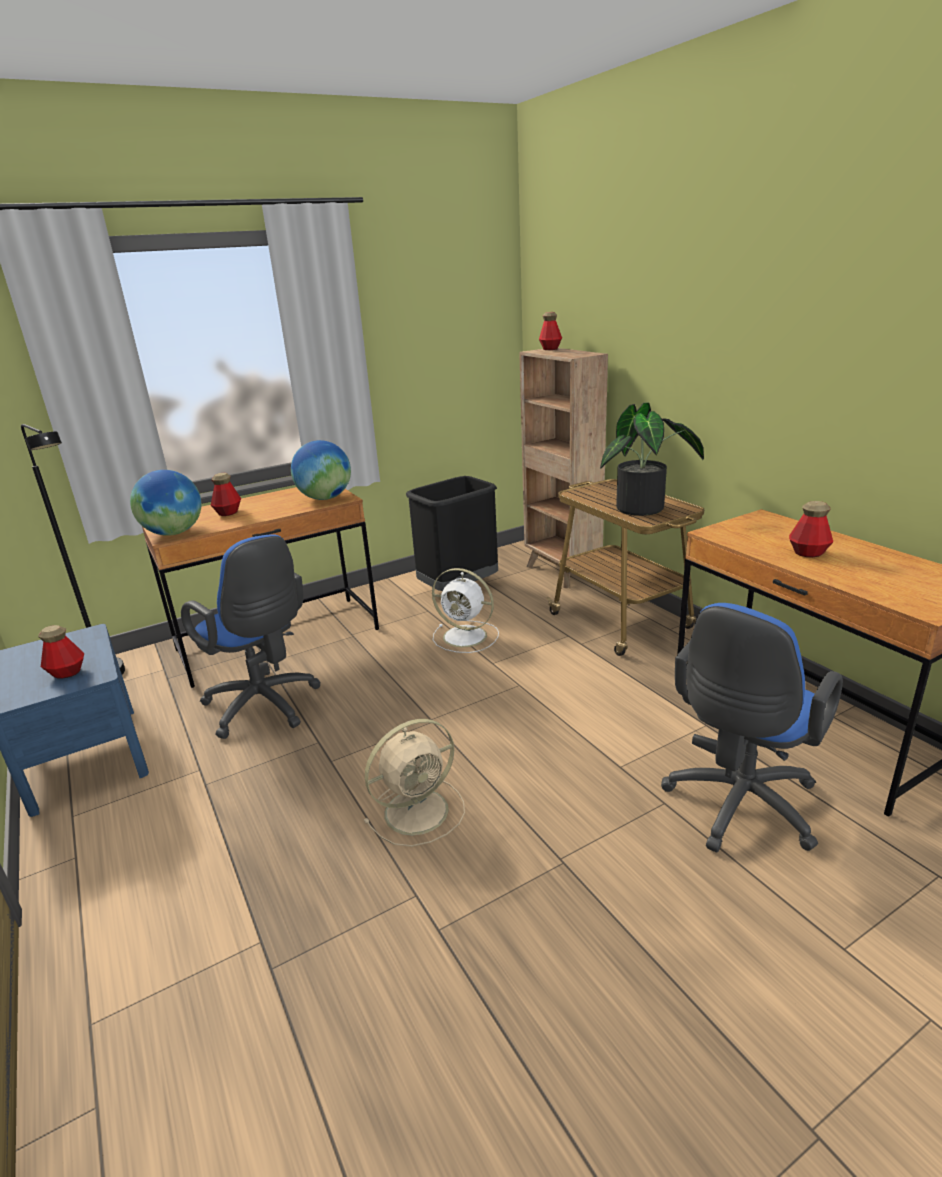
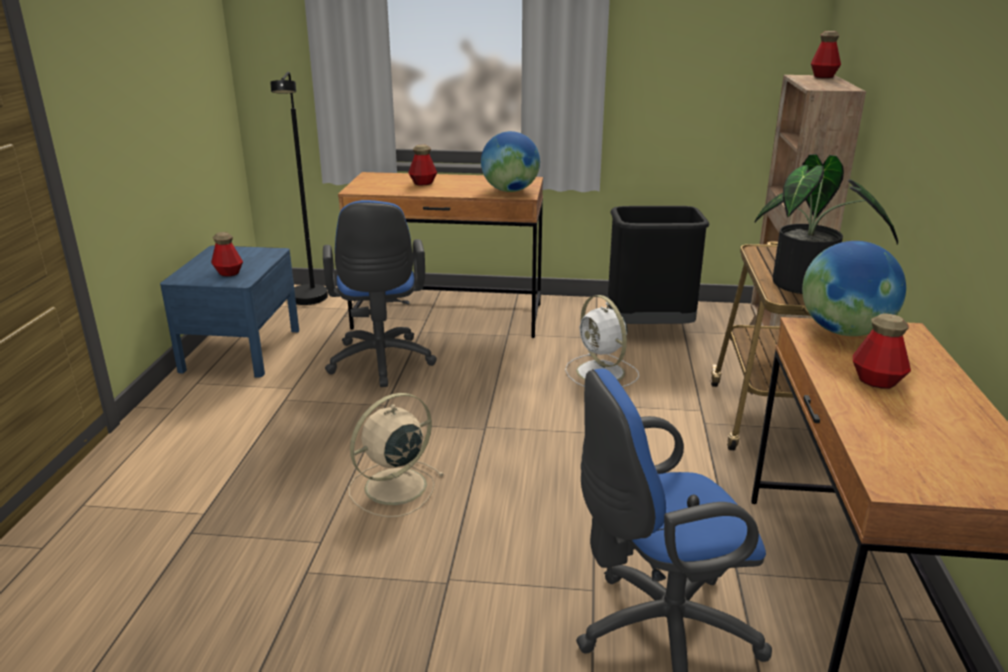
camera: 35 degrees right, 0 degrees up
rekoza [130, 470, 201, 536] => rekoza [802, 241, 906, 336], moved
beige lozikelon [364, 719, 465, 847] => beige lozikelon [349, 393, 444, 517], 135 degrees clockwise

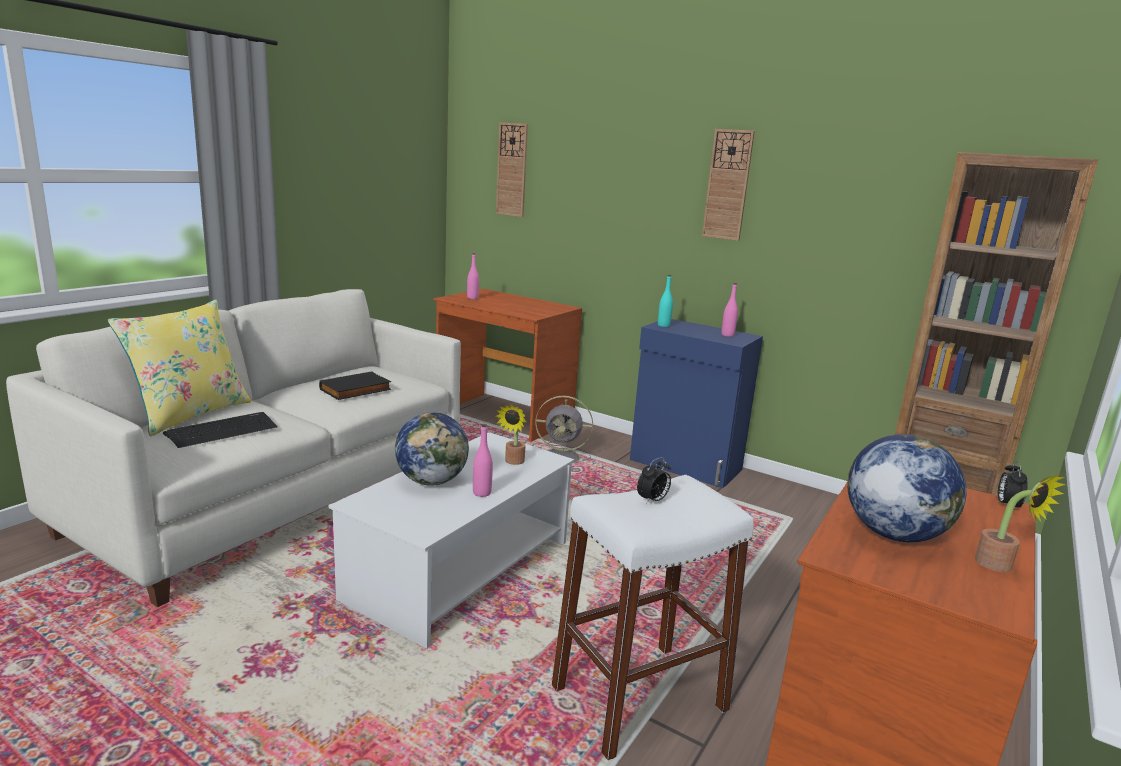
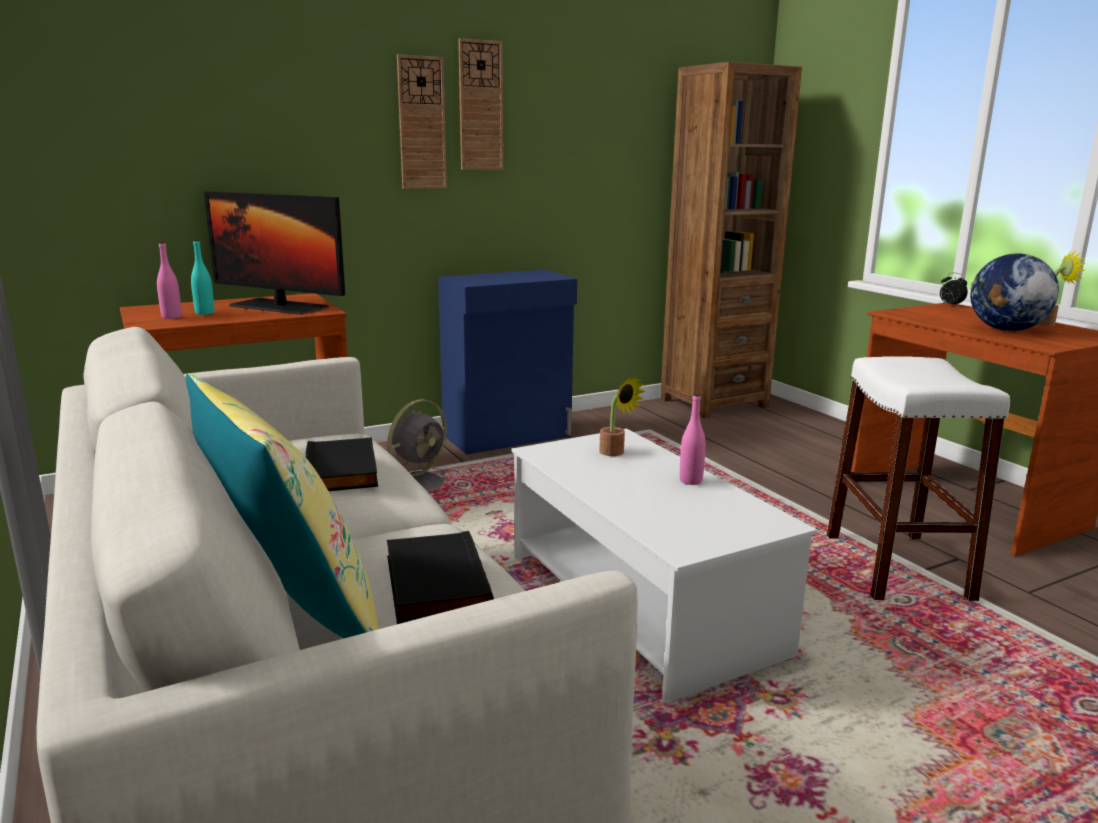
camera: 60 degrees left, 0 degrees up
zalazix [496, 123, 528, 217] => zalazix [397, 54, 447, 189], moved
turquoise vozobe [658, 275, 673, 327] => turquoise vozobe [191, 239, 214, 315], moved
pink vozobe [721, 283, 738, 337] => nothing
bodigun [163, 412, 277, 448] => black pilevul [387, 531, 494, 624]
rekoza [395, 412, 469, 486] => nothing
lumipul [637, 457, 671, 504] => nothing
nothing => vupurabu [204, 191, 345, 315]

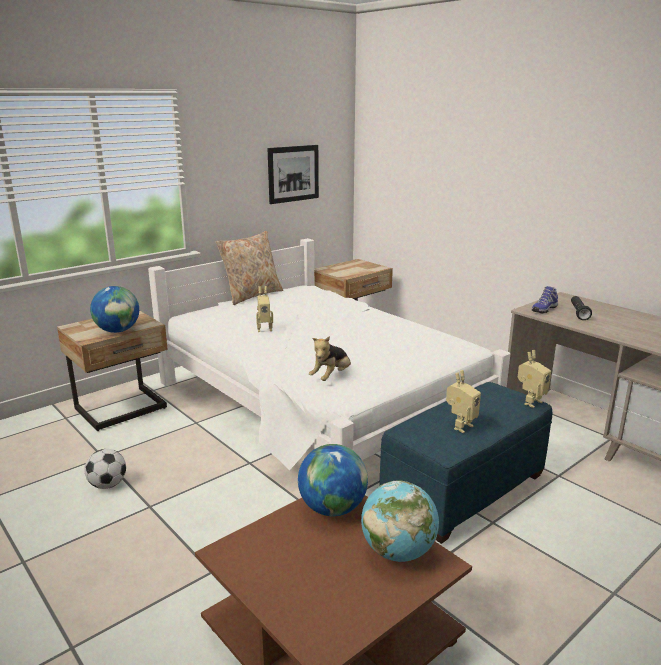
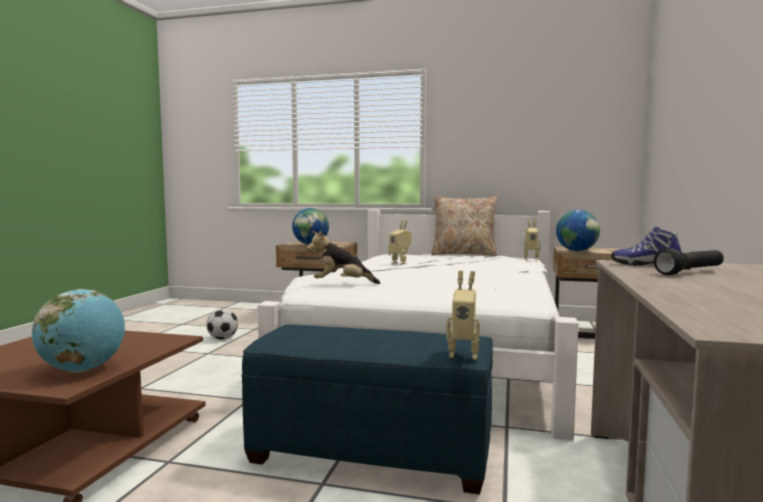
camera: 55 degrees right, 15 degrees down
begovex [267, 145, 319, 204] => nothing
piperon [446, 370, 481, 433] => piperon [524, 219, 540, 260], moved
rekoza [298, 444, 368, 516] => rekoza [556, 210, 600, 251], moved

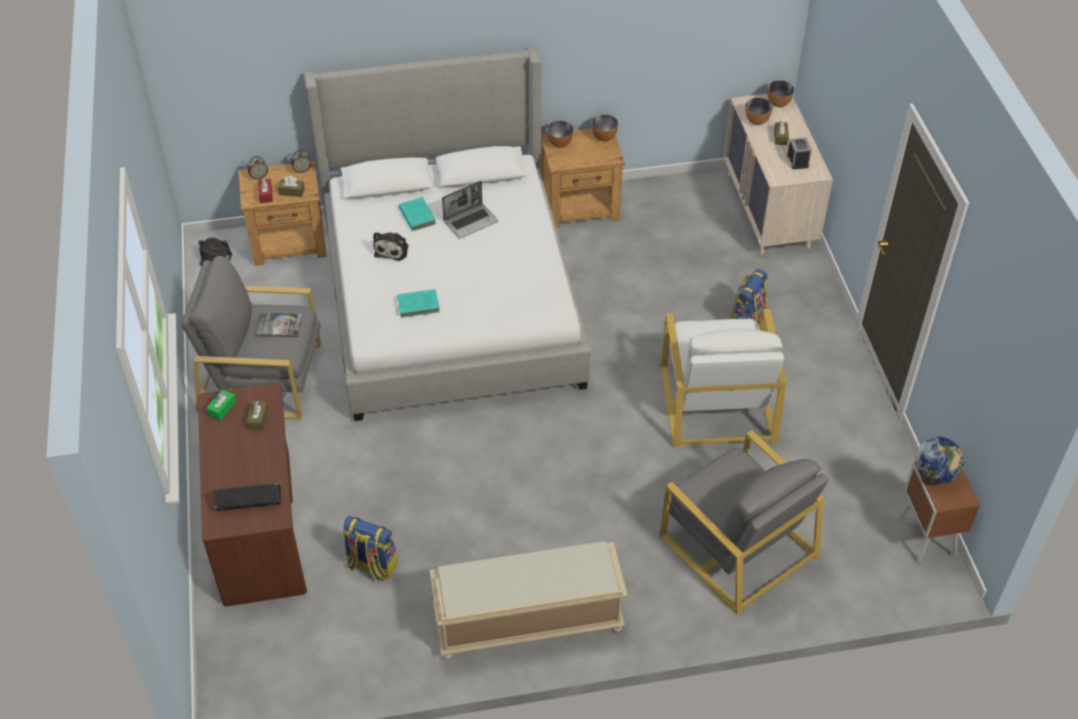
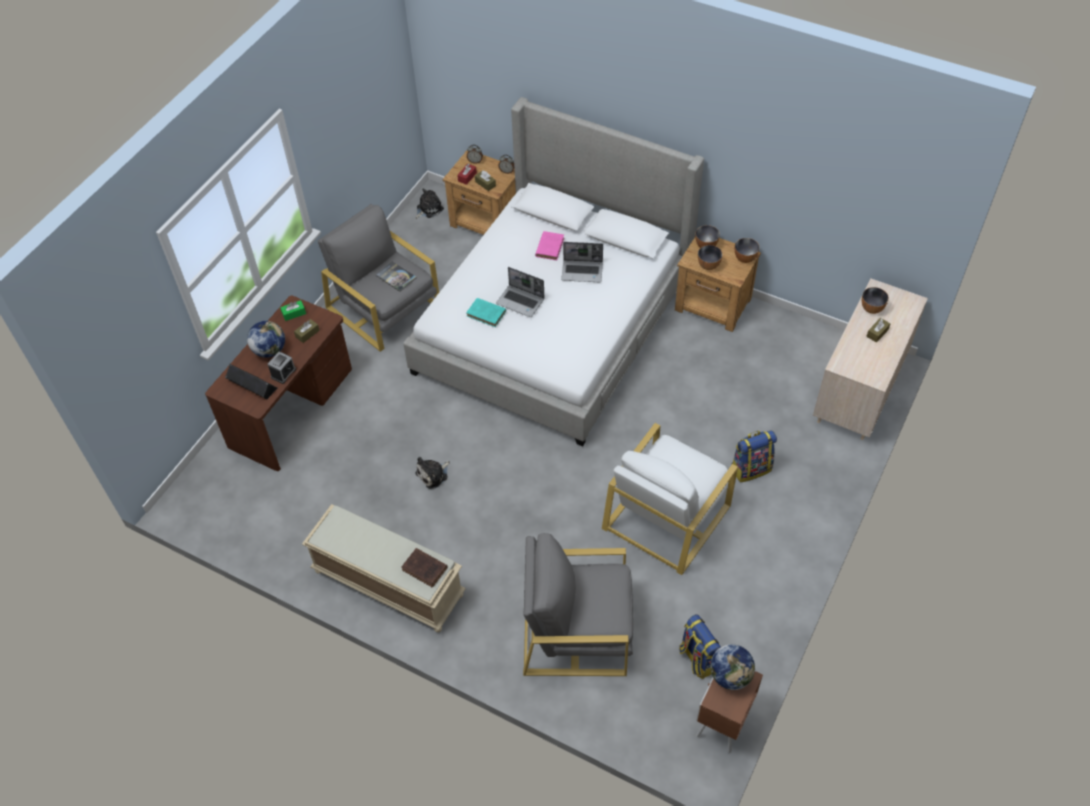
camera: 40 degrees right, 5 degrees up
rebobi [767, 80, 794, 107] => rebobi [698, 245, 723, 270], moved
lumipul [787, 138, 812, 169] => lumipul [268, 352, 296, 384], moved
turquoise pilevul [399, 197, 436, 231] => pink pilevul [535, 231, 564, 260]
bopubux [373, 232, 408, 261] => bopubux [415, 457, 450, 489], moved
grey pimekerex [660, 430, 829, 615] => grey pimekerex [523, 533, 633, 676], 90 degrees clockwise
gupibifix [343, 516, 398, 581] => gupibifix [679, 614, 721, 679], moved
nothing => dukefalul [496, 267, 544, 317]
nothing => rekoza [247, 321, 285, 358]
nothing => brown pilevul [401, 548, 448, 588]

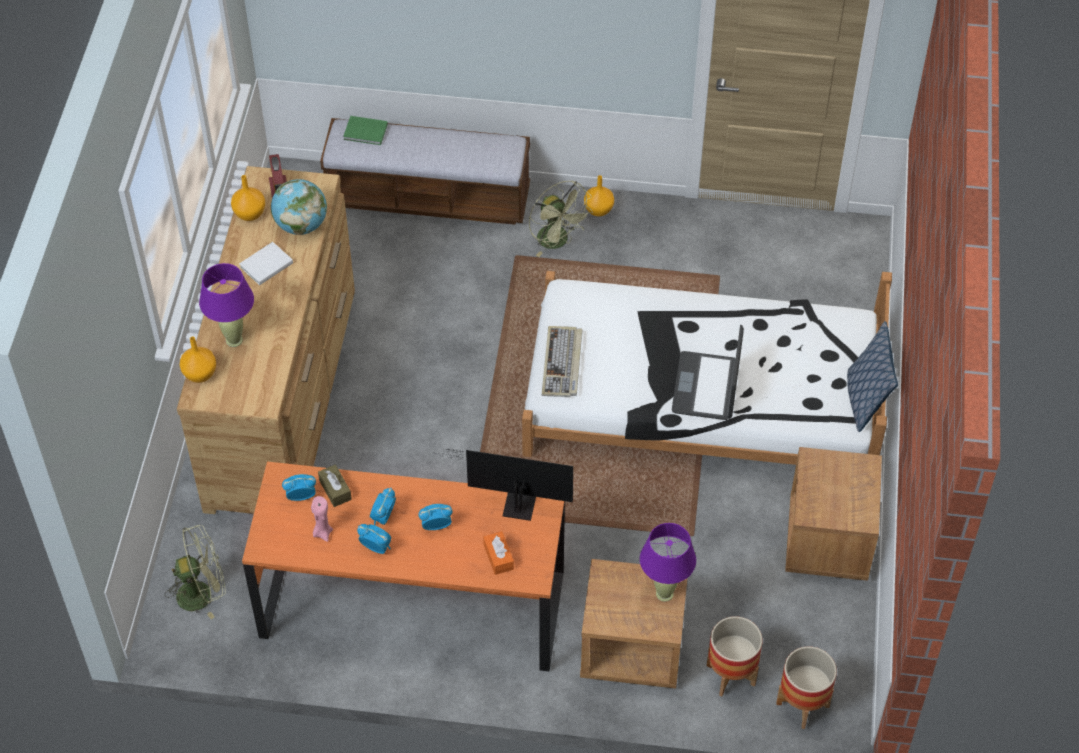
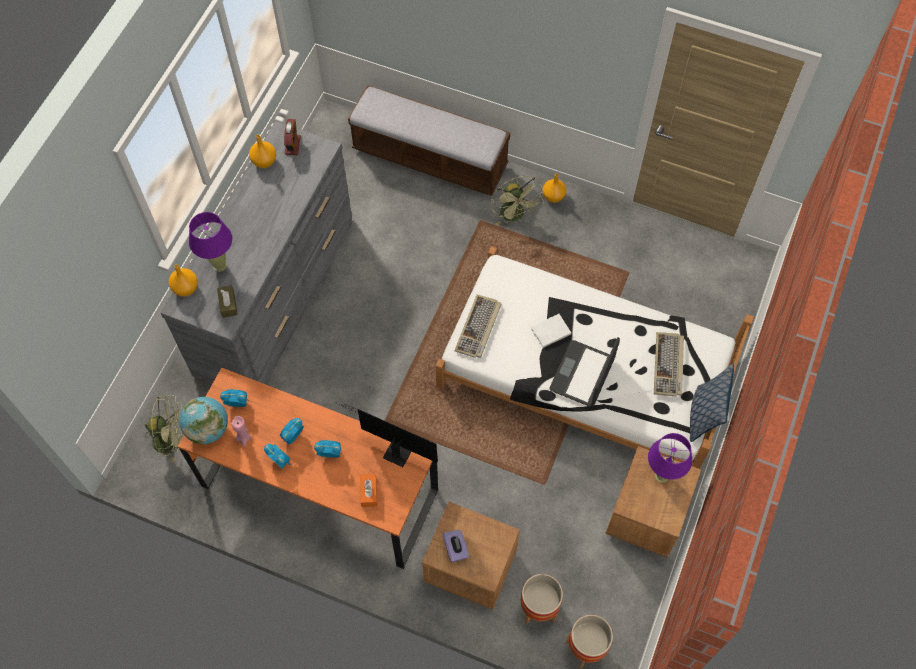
camera: 15 degrees right, 10 degrees up
green pilevul [343, 116, 388, 145] => nothing
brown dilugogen [177, 166, 355, 514] => grey dilugogen [161, 121, 352, 384]
rekoza [271, 179, 327, 235] => rekoza [179, 397, 228, 444], moved
white pilevul [239, 242, 293, 285] => white pilevul [531, 314, 571, 348], moved
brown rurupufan [318, 465, 352, 507] => brown rurupufan [217, 285, 238, 318], moved
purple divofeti [640, 523, 696, 602] => purple divofeti [648, 433, 692, 483], moved
nothing => bodigun [654, 332, 684, 396]
nothing => purple rurupufan [443, 530, 469, 563]

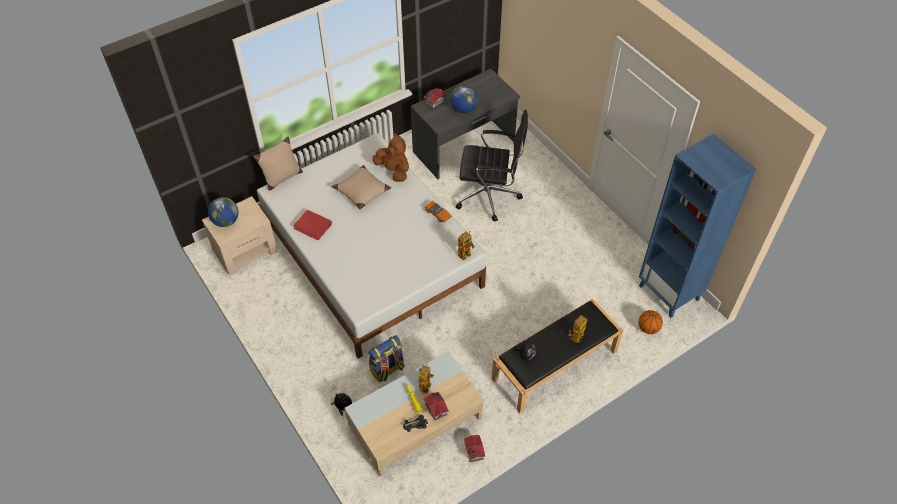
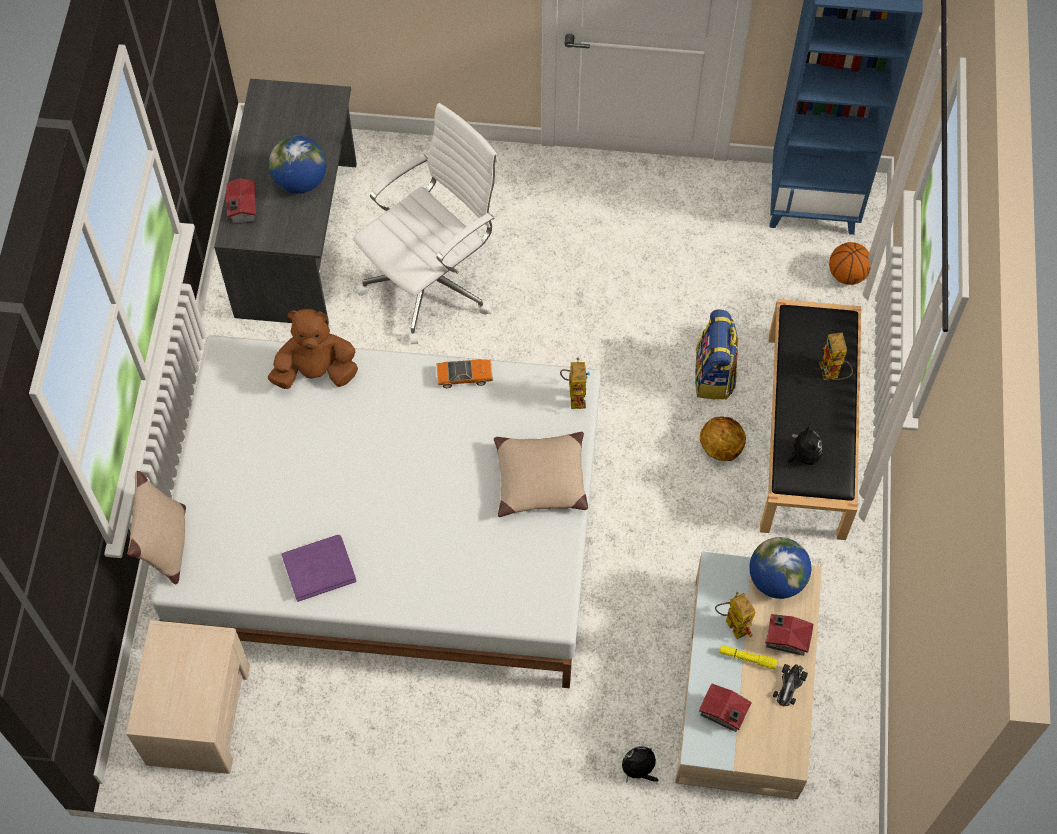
camera: 50 degrees left, 10 degrees up
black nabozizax [456, 110, 528, 222] => white nabozizax [354, 103, 498, 344]
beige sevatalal [332, 165, 391, 209] => beige sevatalal [494, 432, 588, 517], moved
rekoza [208, 197, 239, 227] => rekoza [749, 537, 811, 599], moved
red pilevul [293, 210, 332, 240] => purple pilevul [282, 535, 357, 602]
gupibifix [368, 335, 404, 382] => gupibifix [695, 310, 738, 399], moved
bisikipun [464, 435, 485, 462] => bisikipun [699, 684, 752, 732], moved
nothing => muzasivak [700, 417, 746, 461]

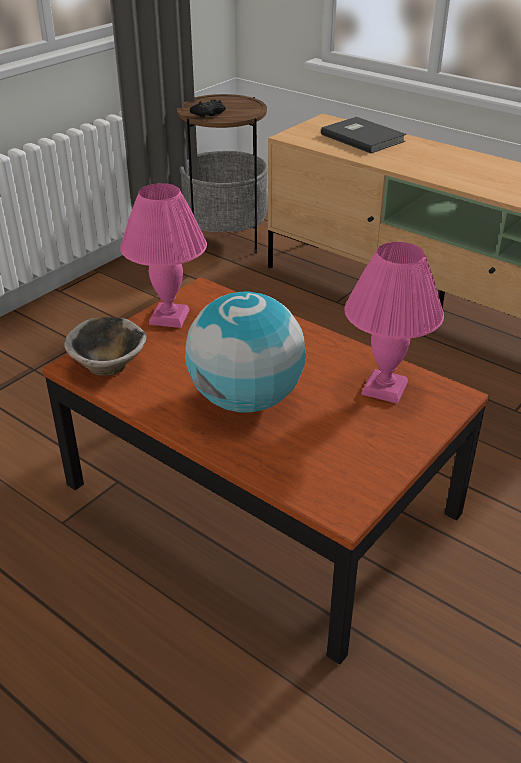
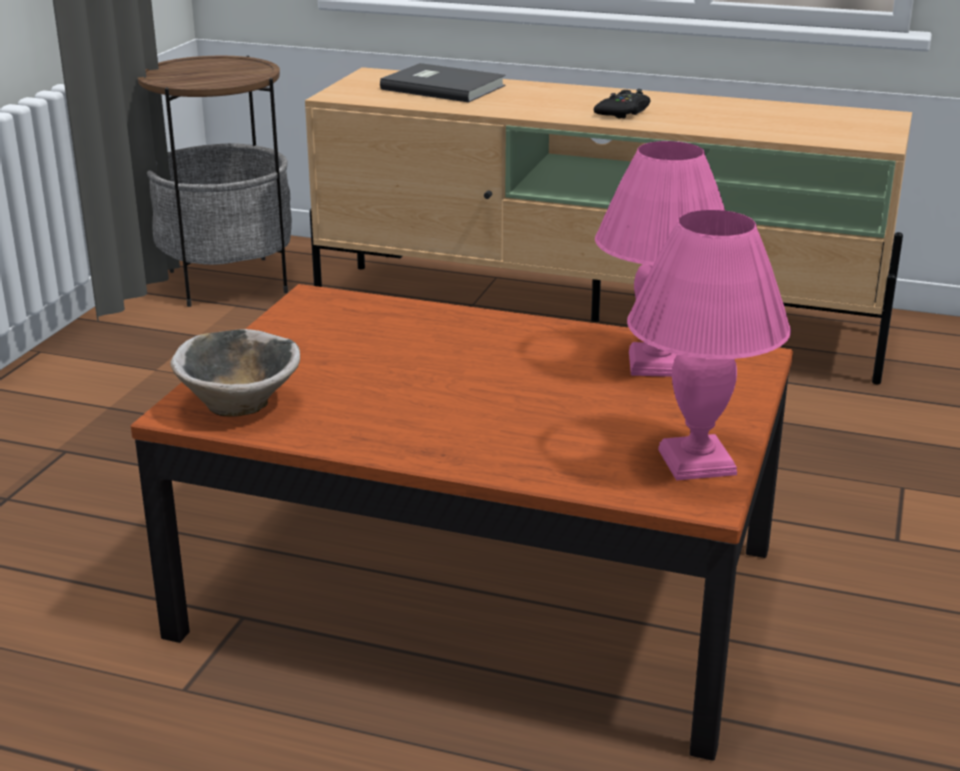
camera: 20 degrees left, 10 degrees down
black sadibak [190, 100, 226, 118] => black sadibak [594, 89, 650, 119], moved
pink divofeti [120, 183, 207, 328] => pink divofeti [627, 210, 791, 481], moved
rekoza [185, 292, 306, 413] => nothing

